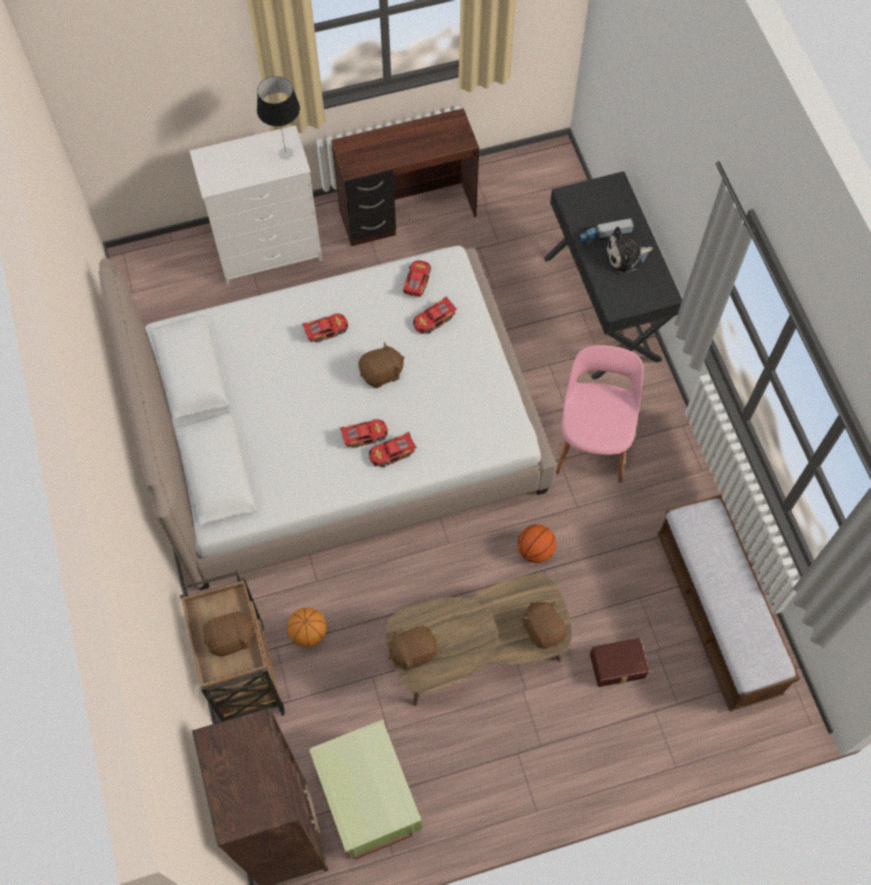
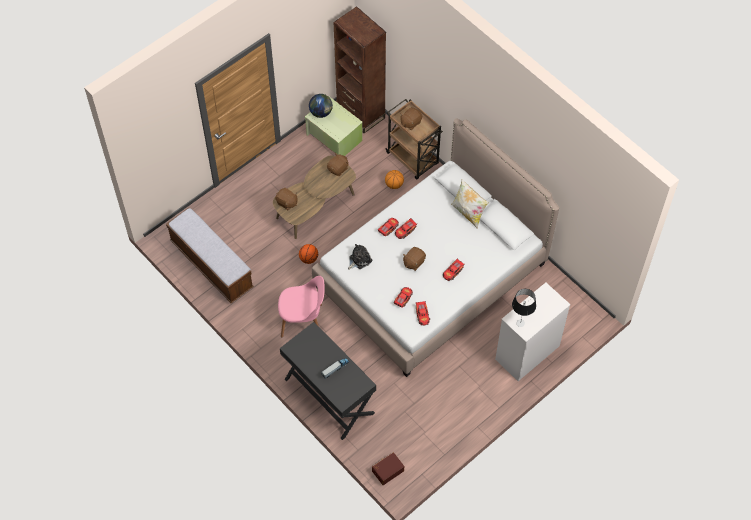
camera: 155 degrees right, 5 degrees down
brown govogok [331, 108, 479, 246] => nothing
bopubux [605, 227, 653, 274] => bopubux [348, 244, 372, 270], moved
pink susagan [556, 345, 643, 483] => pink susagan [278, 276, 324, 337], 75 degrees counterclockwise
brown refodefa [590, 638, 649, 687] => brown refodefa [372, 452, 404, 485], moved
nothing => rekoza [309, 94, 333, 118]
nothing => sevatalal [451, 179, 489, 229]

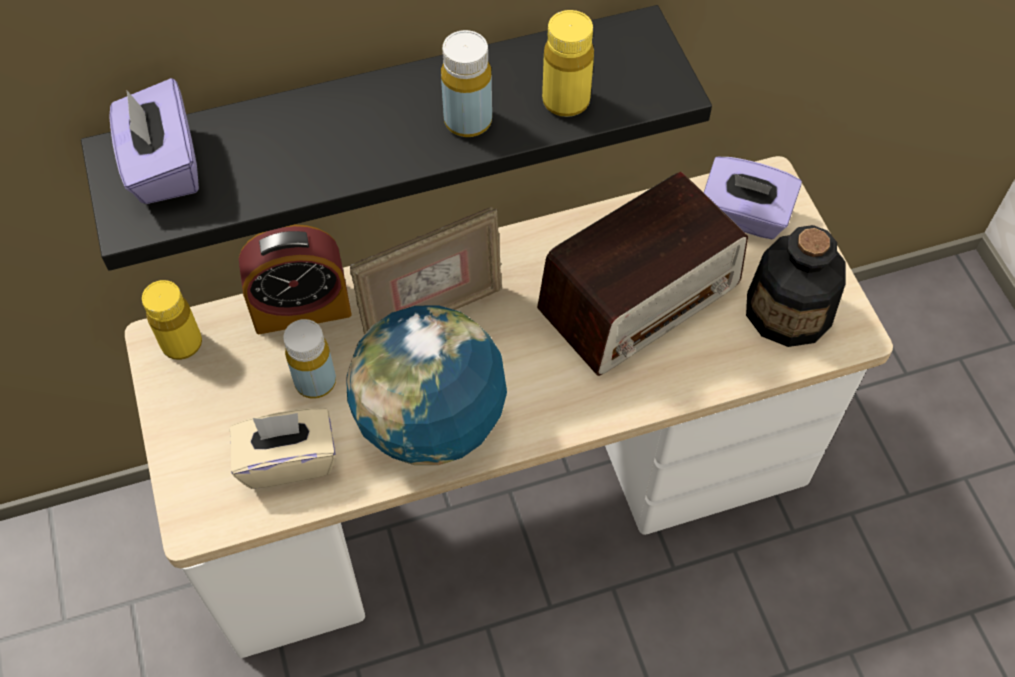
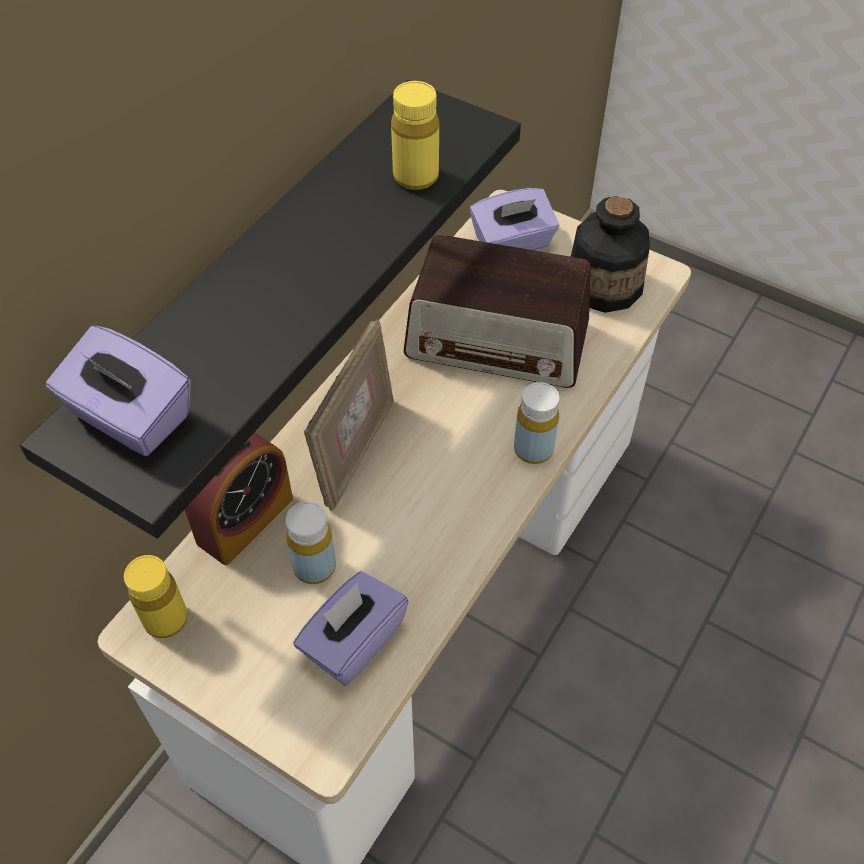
camera: 40 degrees left, 5 degrees down
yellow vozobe [441, 30, 492, 137] => yellow vozobe [514, 382, 560, 464], moved
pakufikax [537, 172, 748, 376] => pakufikax [403, 235, 590, 388], 90 degrees clockwise
rekoza [346, 305, 507, 465] => nothing
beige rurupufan [230, 408, 336, 489] => purple rurupufan [293, 571, 409, 686]

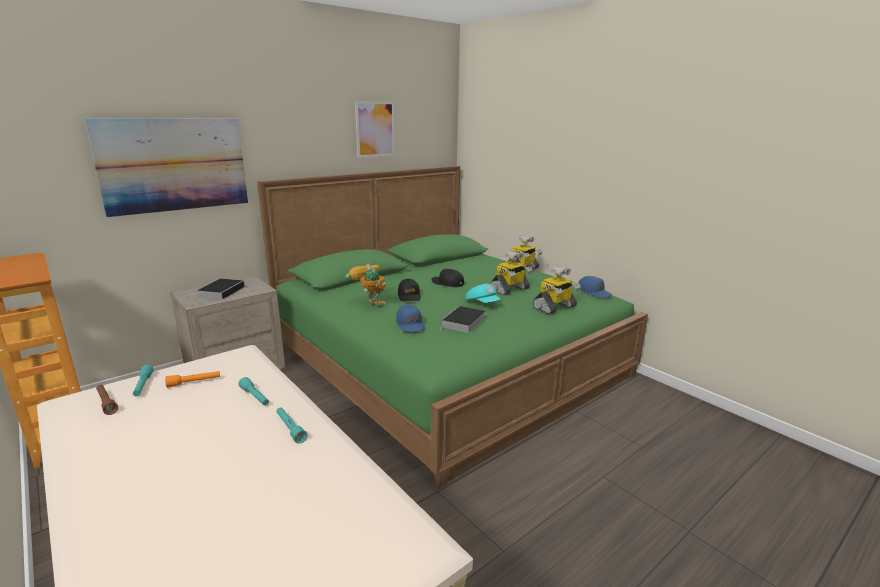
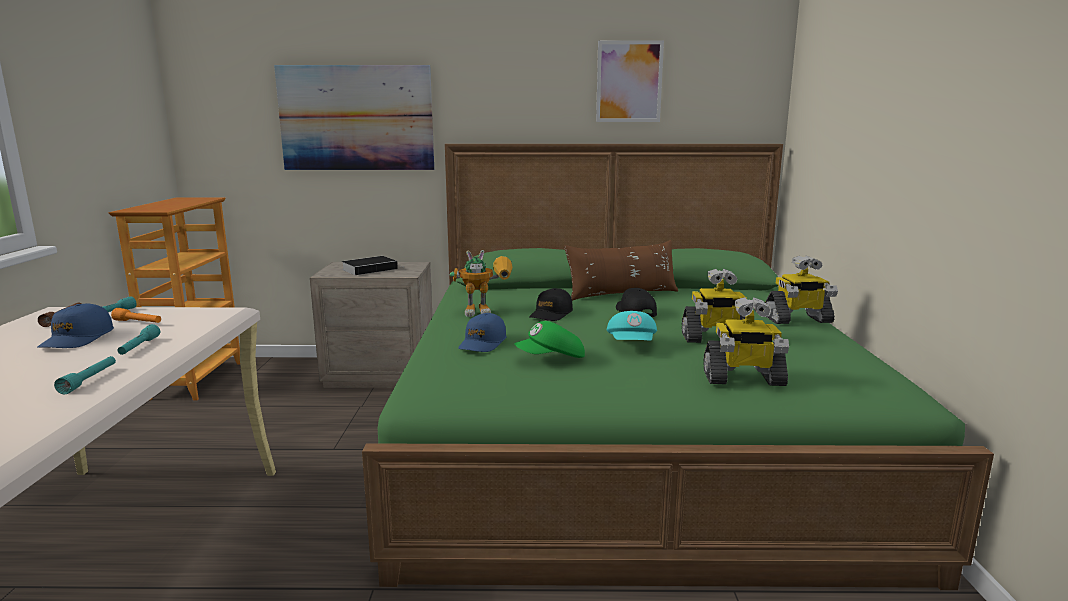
camera: 40 degrees right, 5 degrees down
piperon [345, 264, 387, 306] => piperon [450, 250, 513, 317], 90 degrees clockwise
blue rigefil [578, 276, 612, 298] => blue rigefil [38, 304, 114, 348], moved
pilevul [441, 306, 485, 333] => green rigefil [514, 321, 585, 358]
nothing => brown sevatalal [564, 240, 678, 301]

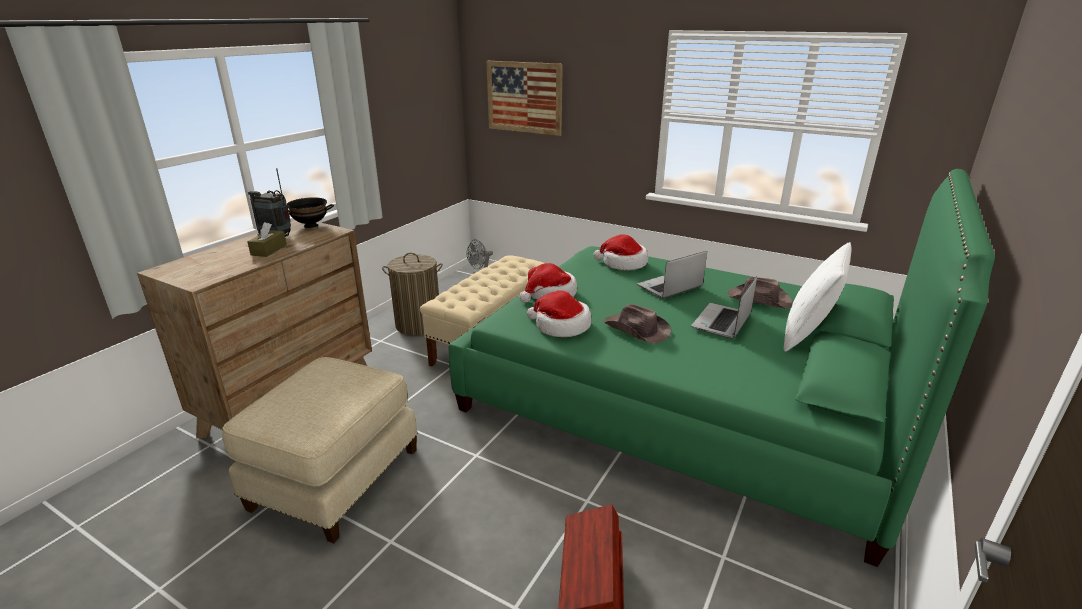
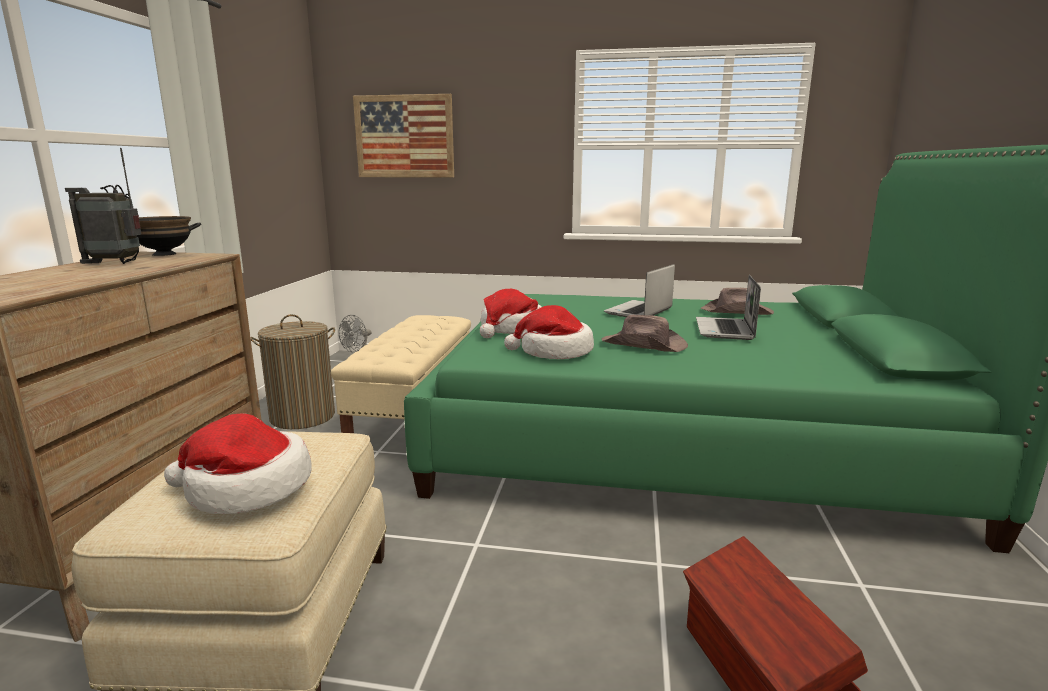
camera: 20 degrees left, 10 degrees down
brown rurupufan [247, 222, 287, 257] => nothing
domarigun [593, 234, 648, 270] => domarigun [164, 414, 312, 514], moved
white sevatalal [784, 242, 851, 352] => nothing

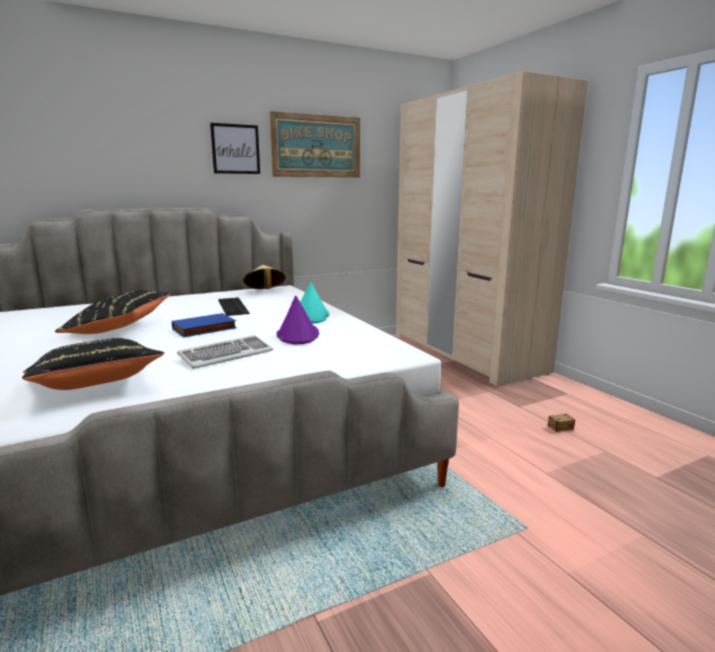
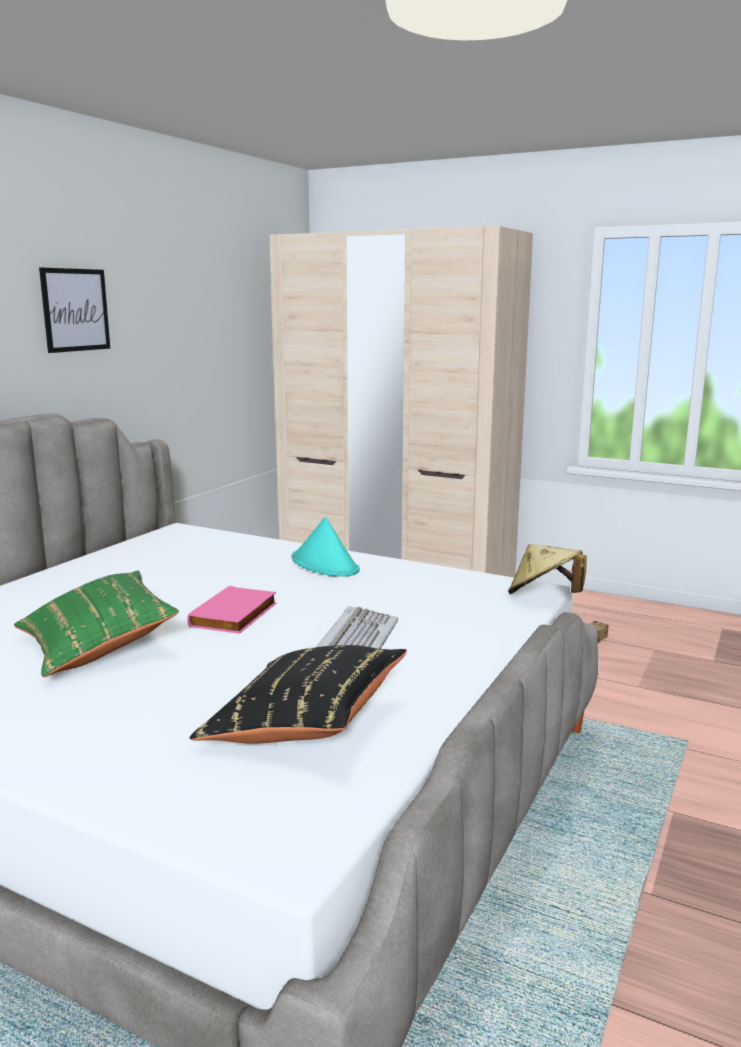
camera: 35 degrees left, 0 degrees up
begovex [270, 111, 360, 178] => nothing
beige domarigun [243, 265, 286, 289] => beige domarigun [508, 544, 587, 594], moved
black sevatalal [55, 290, 170, 334] => green sevatalal [14, 570, 179, 677]
purple domarigun [277, 296, 319, 344] => nothing
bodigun [218, 298, 250, 316] => nothing
blue pilevul [172, 313, 237, 337] => pink pilevul [187, 586, 277, 634]

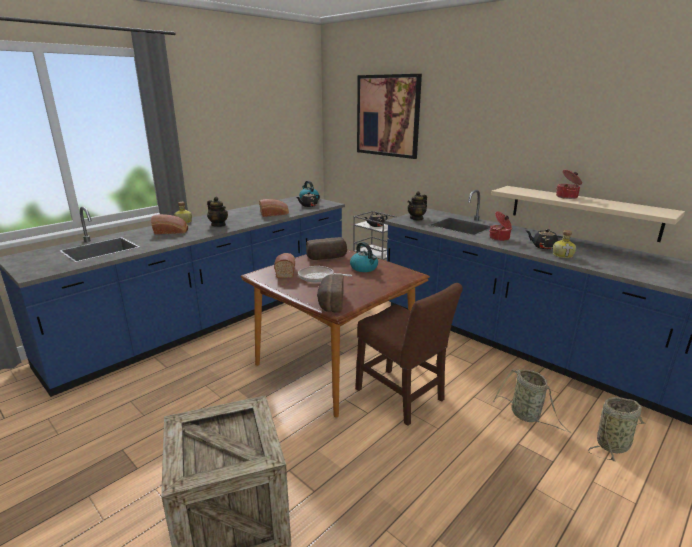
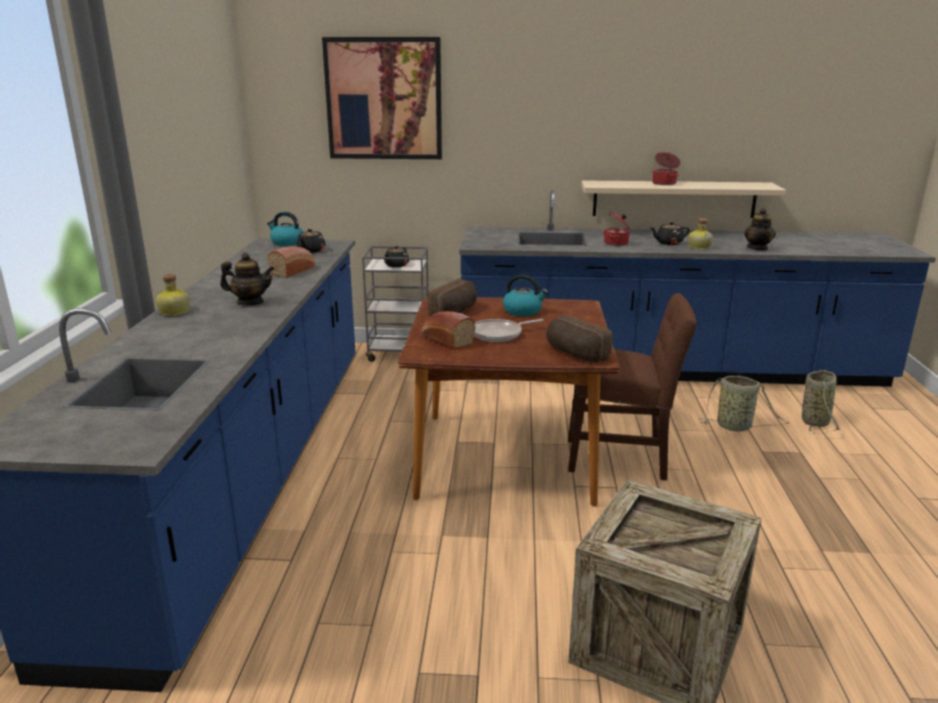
camera: 40 degrees left, 0 degrees up
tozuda [408, 191, 427, 221] => tozuda [744, 208, 776, 251], moved
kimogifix [151, 214, 188, 234] => nothing

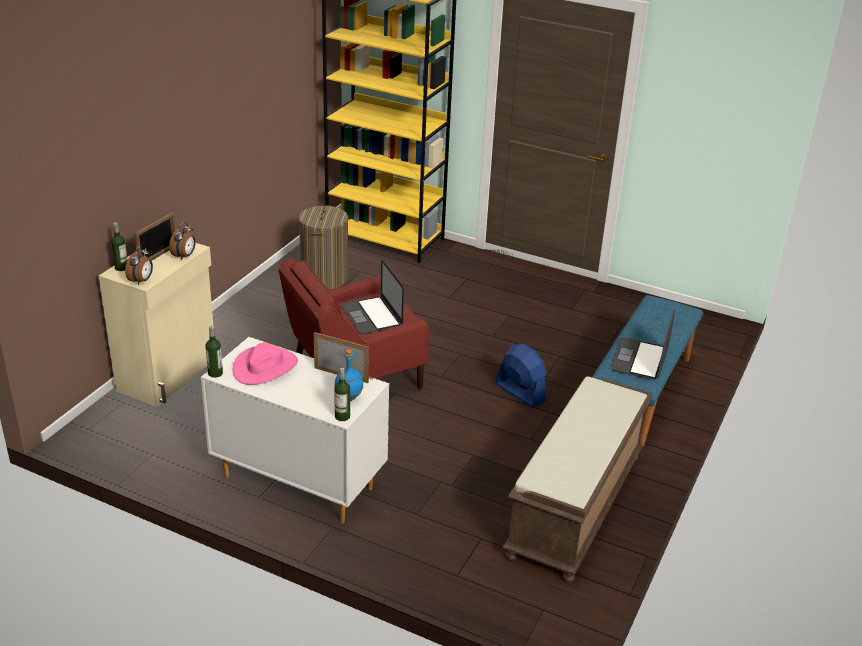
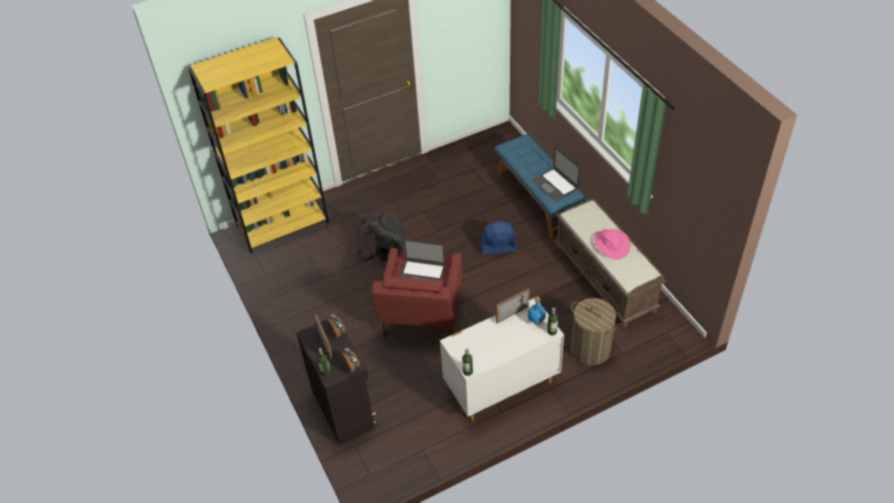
camera: 50 degrees left, 15 degrees up
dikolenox [299, 206, 348, 290] => dikolenox [571, 298, 617, 366], moved
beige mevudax [99, 243, 213, 407] => black mevudax [296, 316, 378, 445]
pink domarigun [233, 343, 298, 385] => pink domarigun [594, 229, 630, 260], moved
nothing => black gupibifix [356, 211, 406, 262]

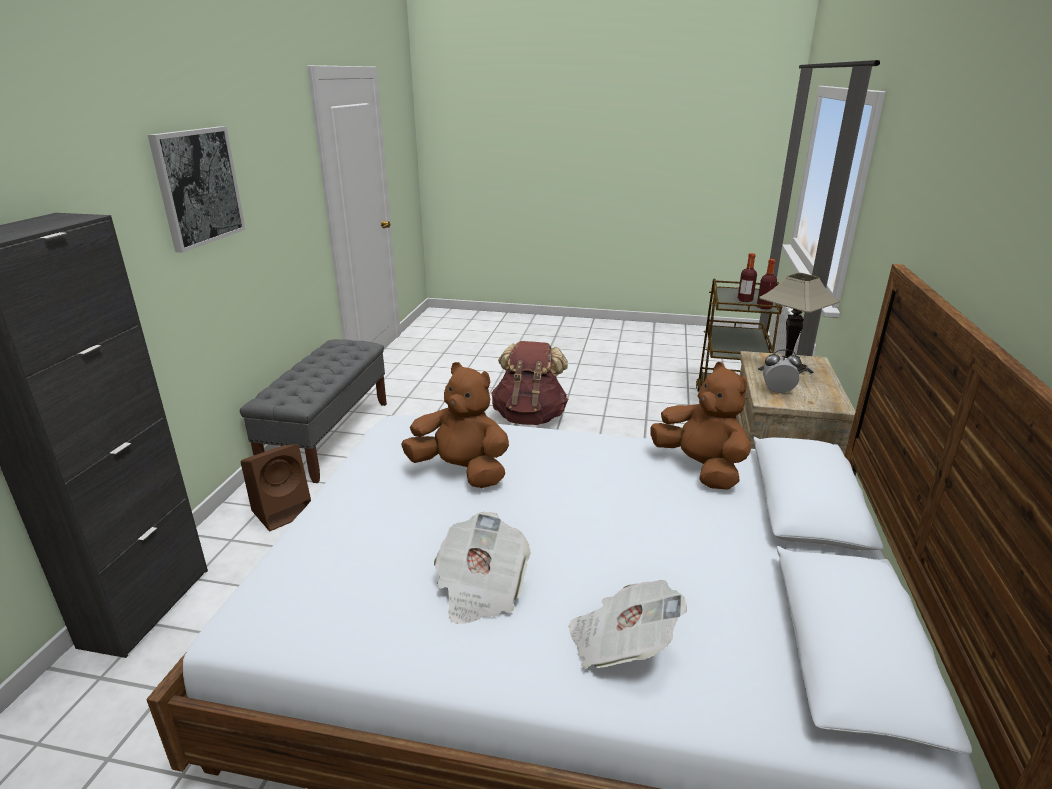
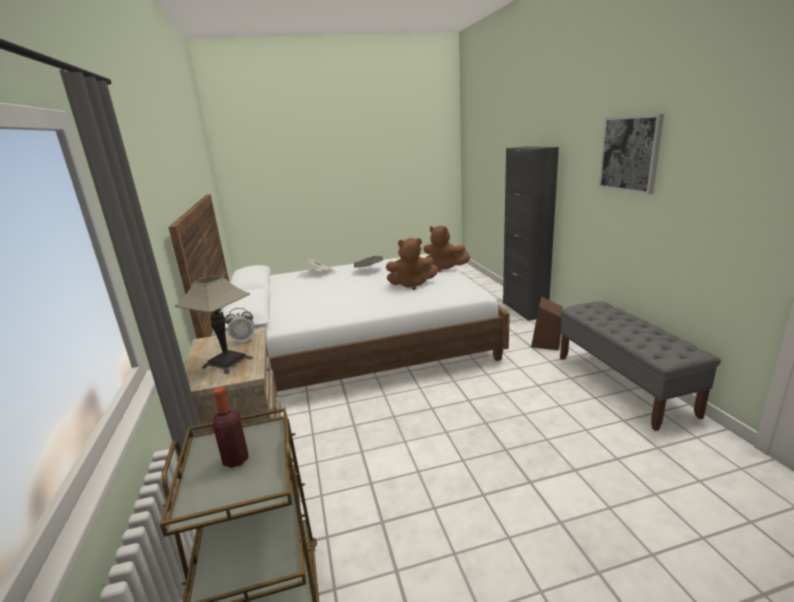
camera: 155 degrees right, 5 degrees down
vozobe [757, 259, 777, 309] => nothing
brown gupibifix [491, 341, 568, 425] => nothing
brown bopubux [650, 362, 751, 490] => brown bopubux [423, 226, 470, 272], moved

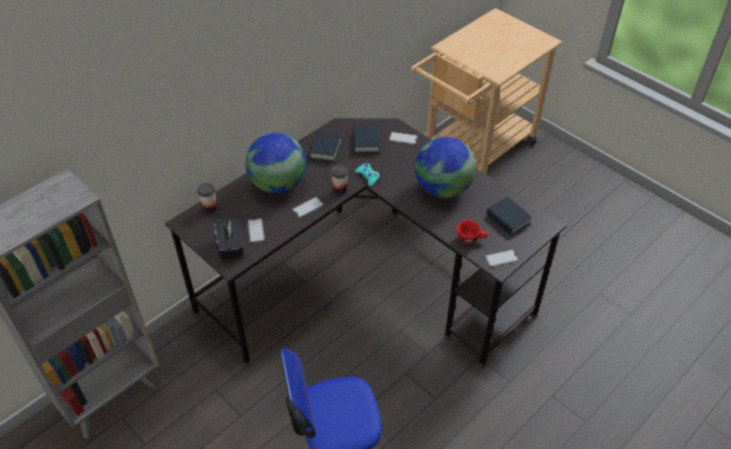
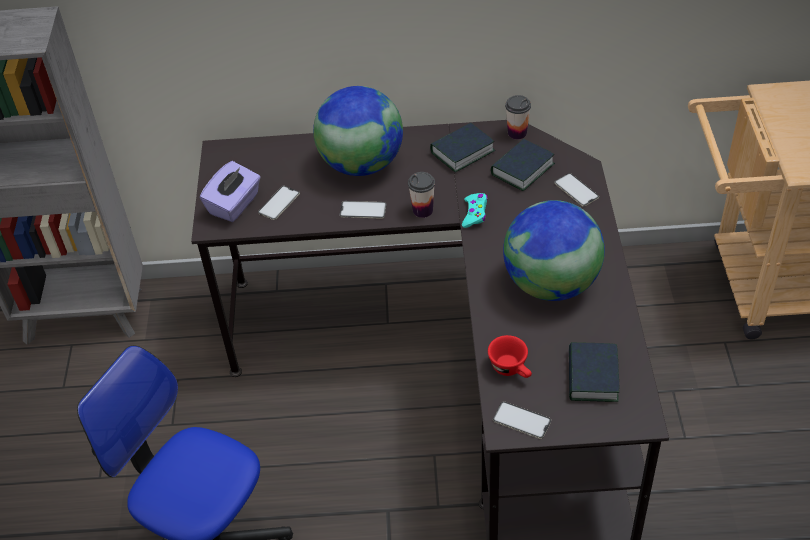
camera: 45 degrees right, 0 degrees up
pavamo [197, 183, 217, 213] => pavamo [505, 95, 531, 139], moved
black rurupufan [213, 219, 244, 259] => purple rurupufan [200, 161, 261, 222]

